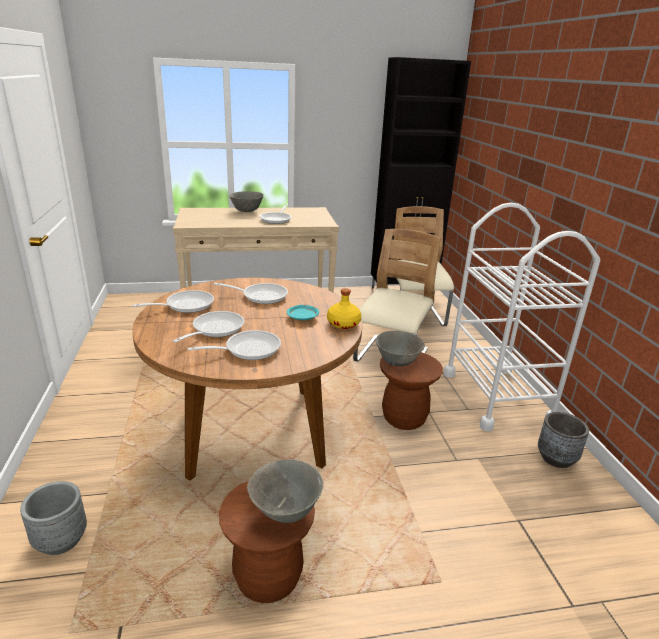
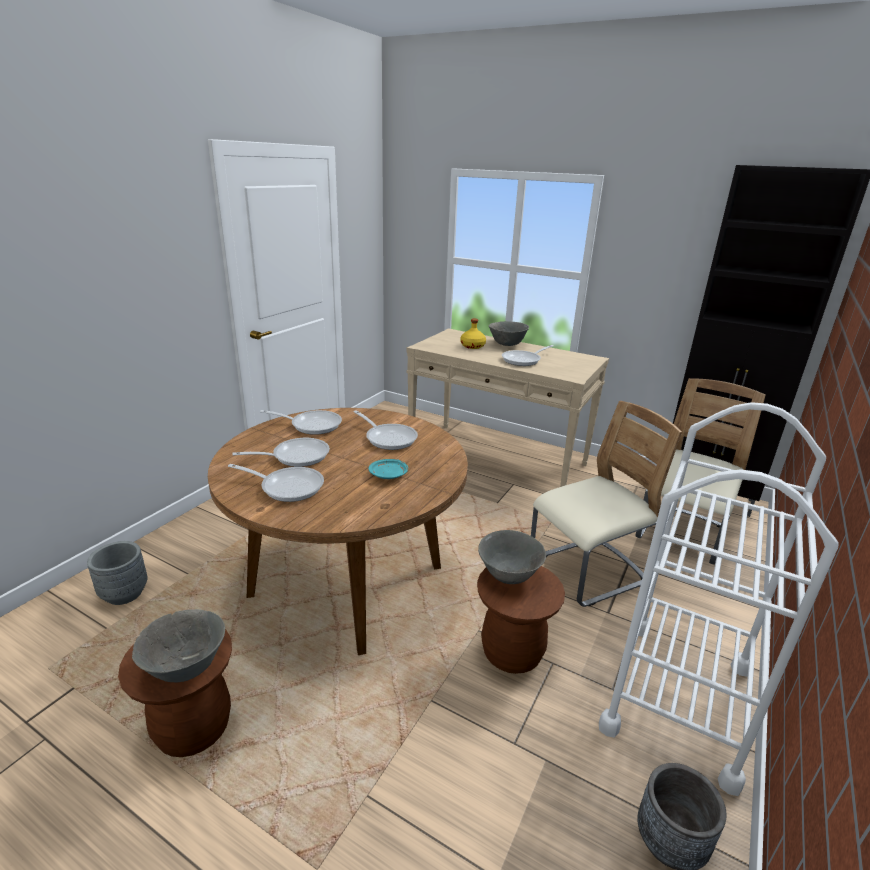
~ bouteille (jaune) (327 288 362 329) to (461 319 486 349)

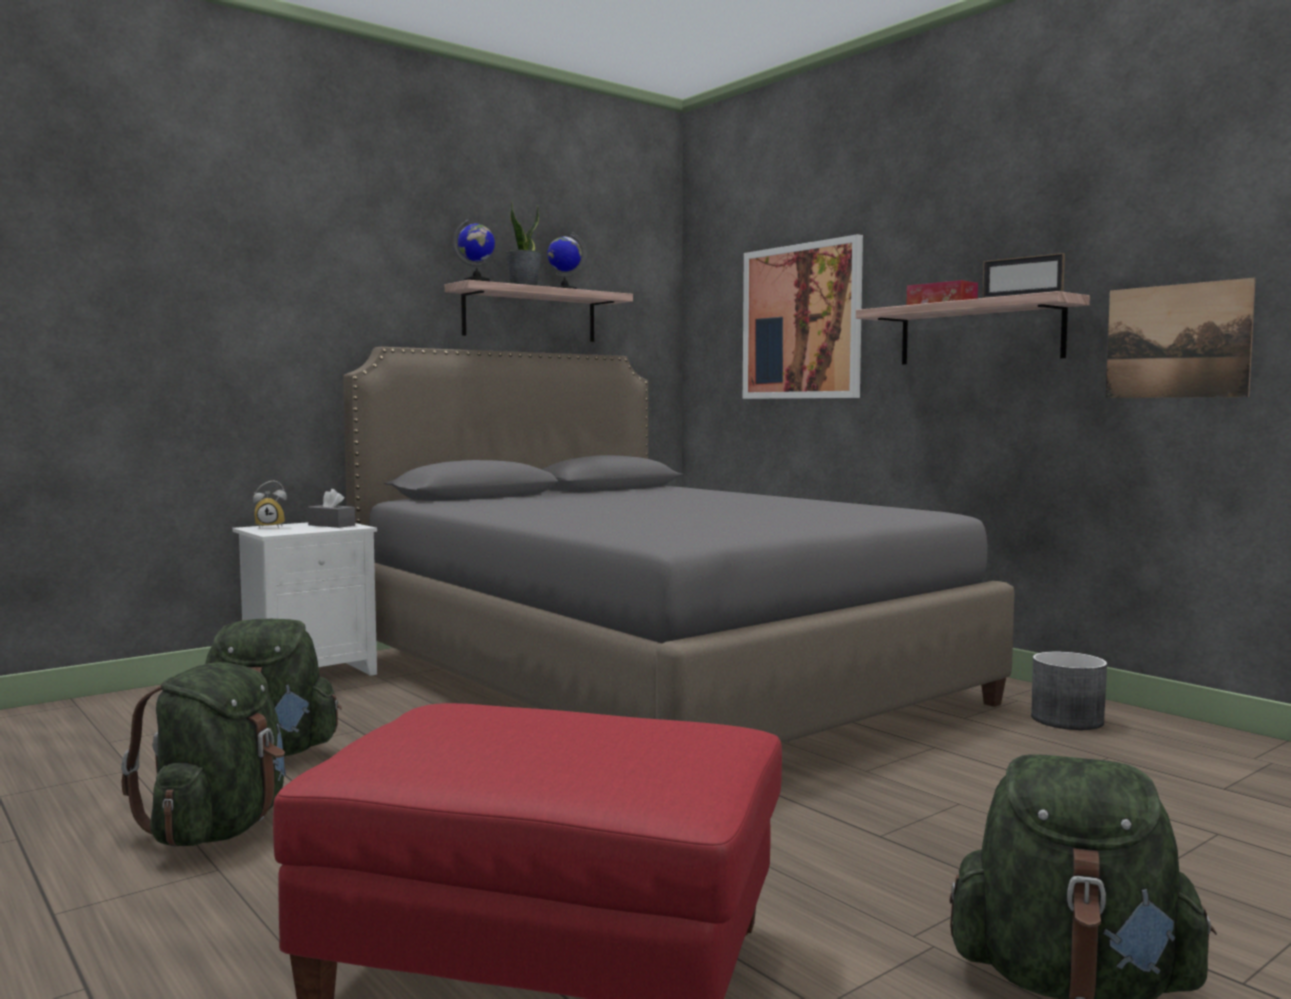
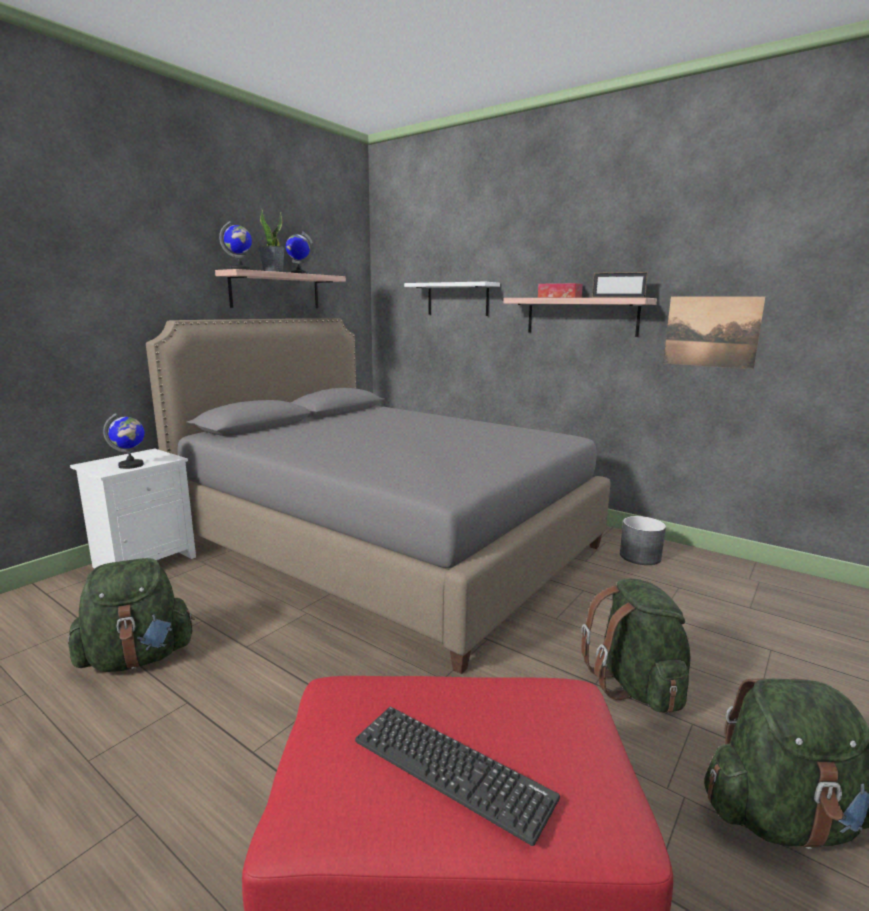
+ globe (103 413 145 469)
+ clavier (355 706 560 846)
~ tableau (743 234 863 399) to étagère (blanc) (404 282 500 316)
~ sac à dos (vert) (121 662 286 847) to (581 578 690 713)
- réveil (253 481 287 528)
- boîte à mouchoirs (gris) (308 489 355 528)

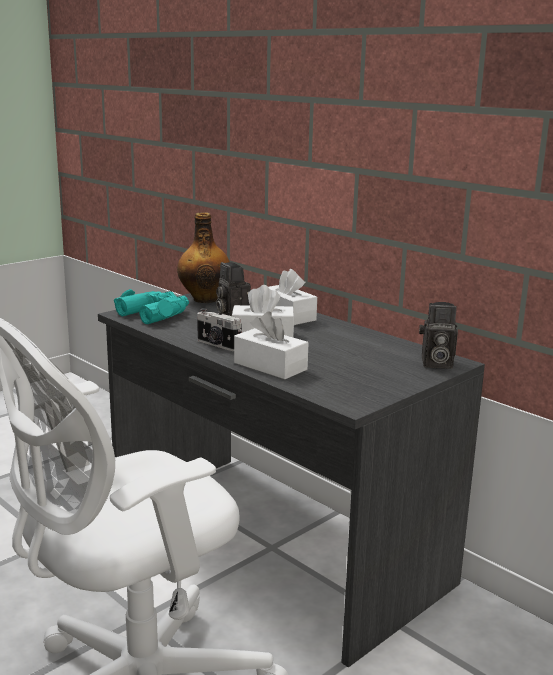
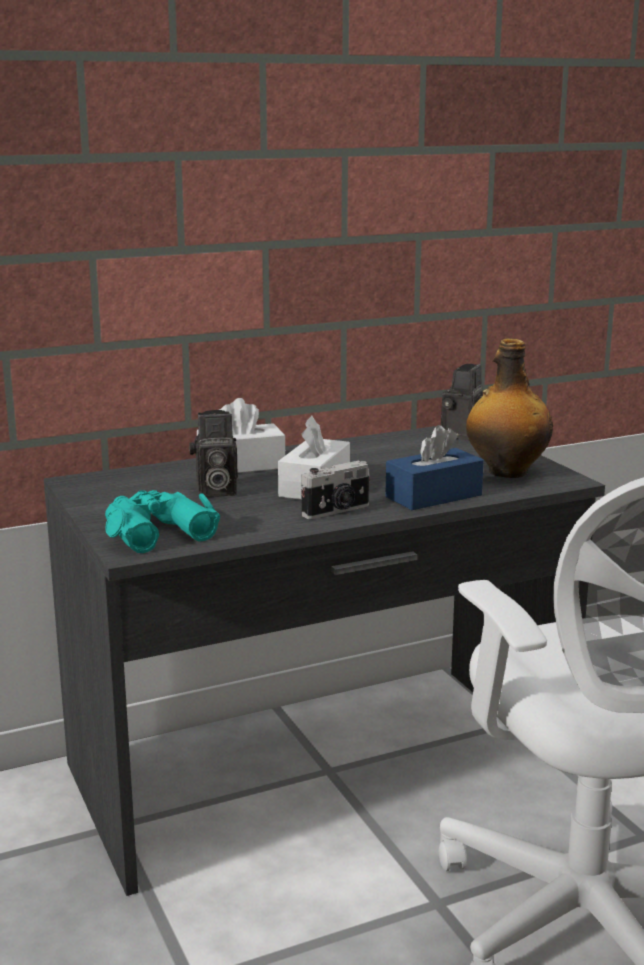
~ boîte à mouchoirs (blanc) (234 312 308 379) to boîte à mouchoirs (bleu) (385 425 484 510)
~ bouteille (177 212 230 303) to (466 338 553 478)

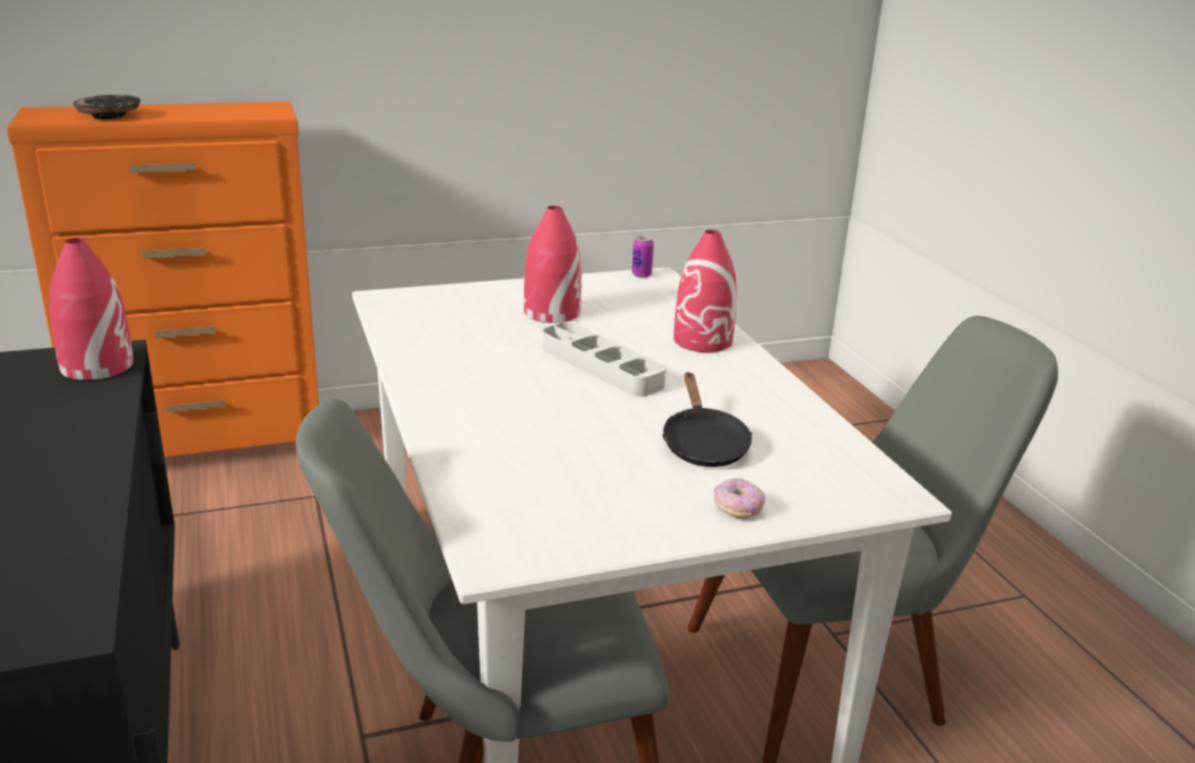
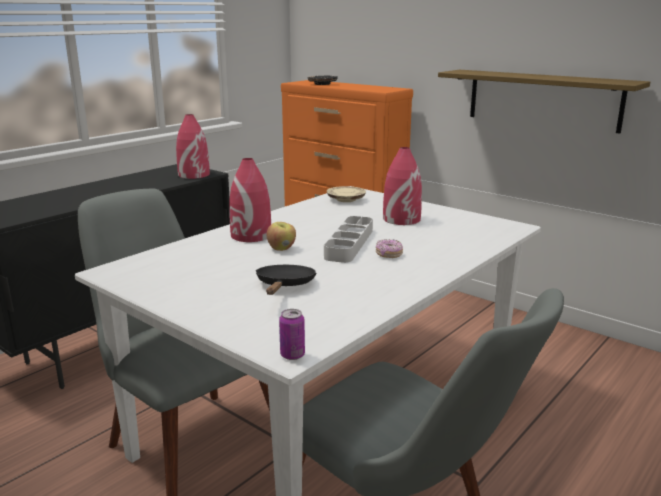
~ vase (rouge) (674 230 737 353) to (229 158 271 242)
~ poêle (noir) (662 372 752 467) = (256 265 316 295) 135 degrees clockwise
+ pomme (267 222 296 251)
~ boîte métallique (632 236 654 278) to (279 309 305 360)
+ assiette (beige) (327 186 366 202)
~ beignet (714 478 765 518) to (376 239 403 258)
+ étagère (438 70 650 134)

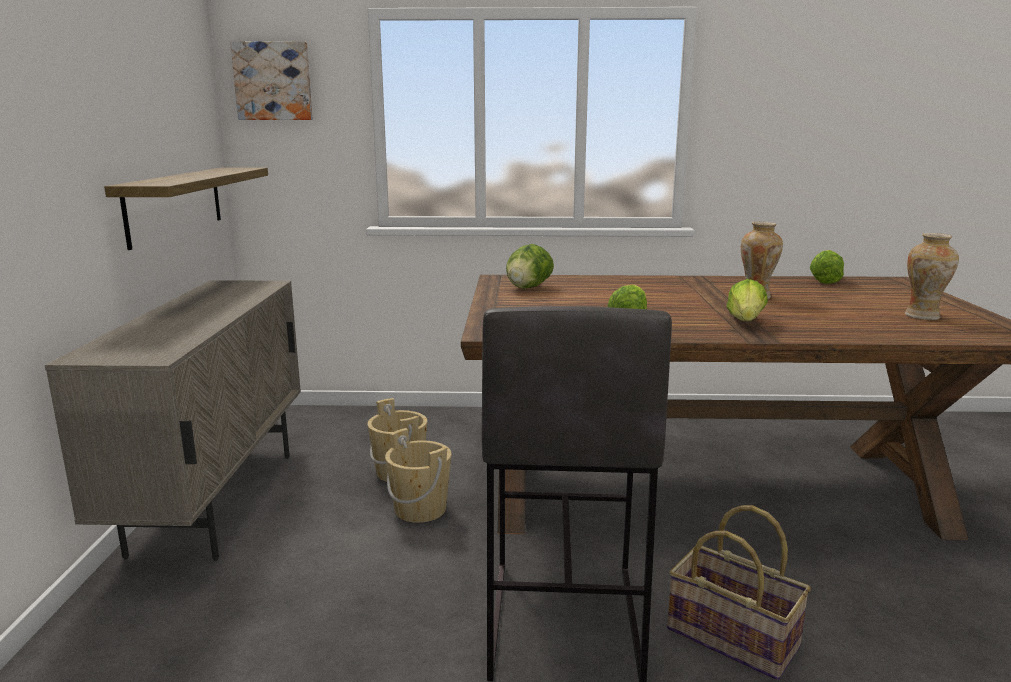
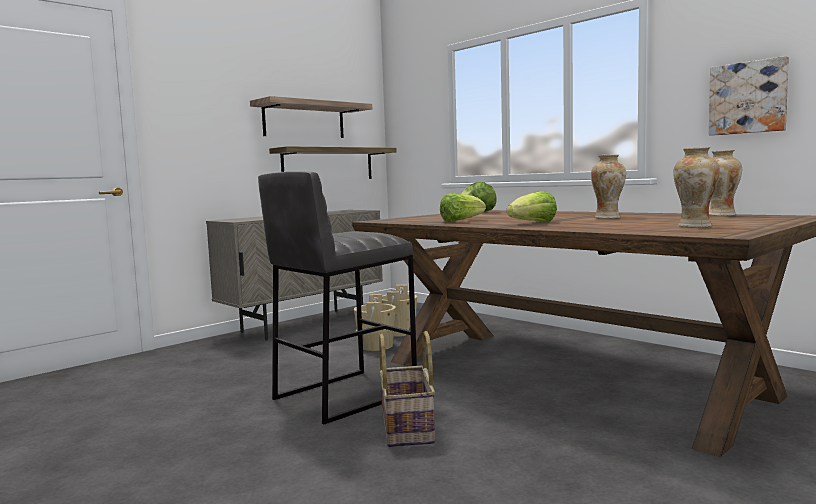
+ étagère (250 96 372 138)
~ tableau (230 41 313 120) to (709 56 789 136)
~ laitue (810 250 844 284) to vase (709 150 742 216)

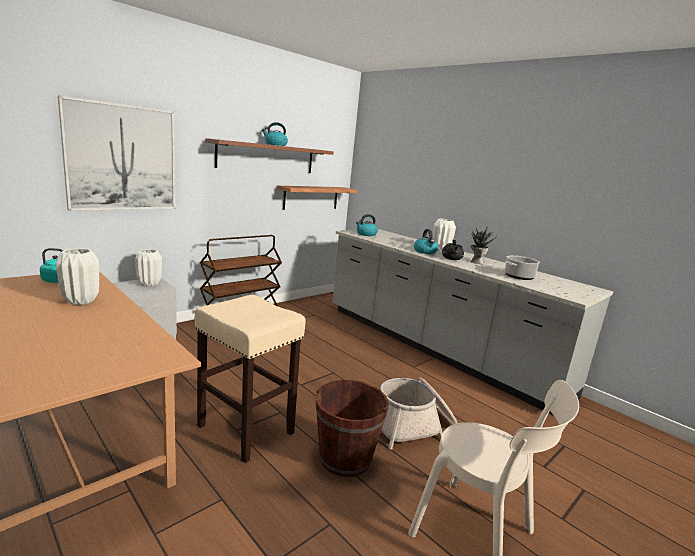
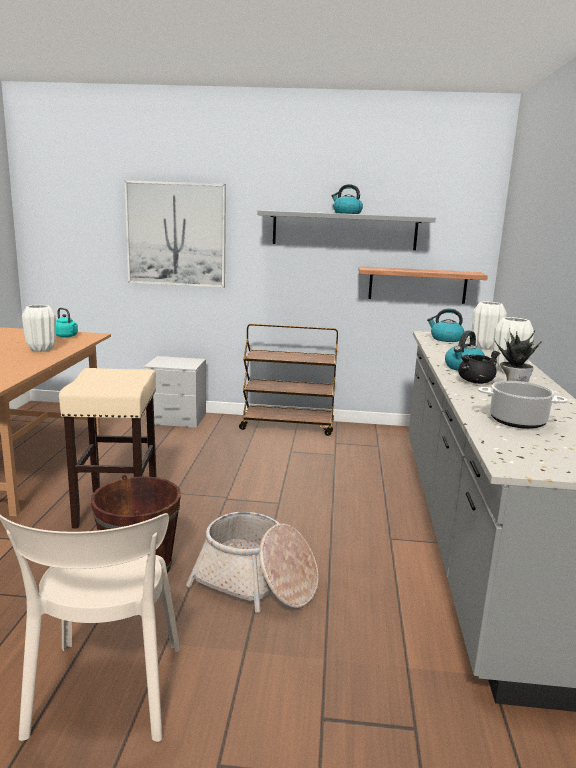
~ étagère (marron) (205 138 334 173) to étagère (gris) (257 210 436 250)
~ vase (blanc) (135 249 162 287) to (472 302 507 350)

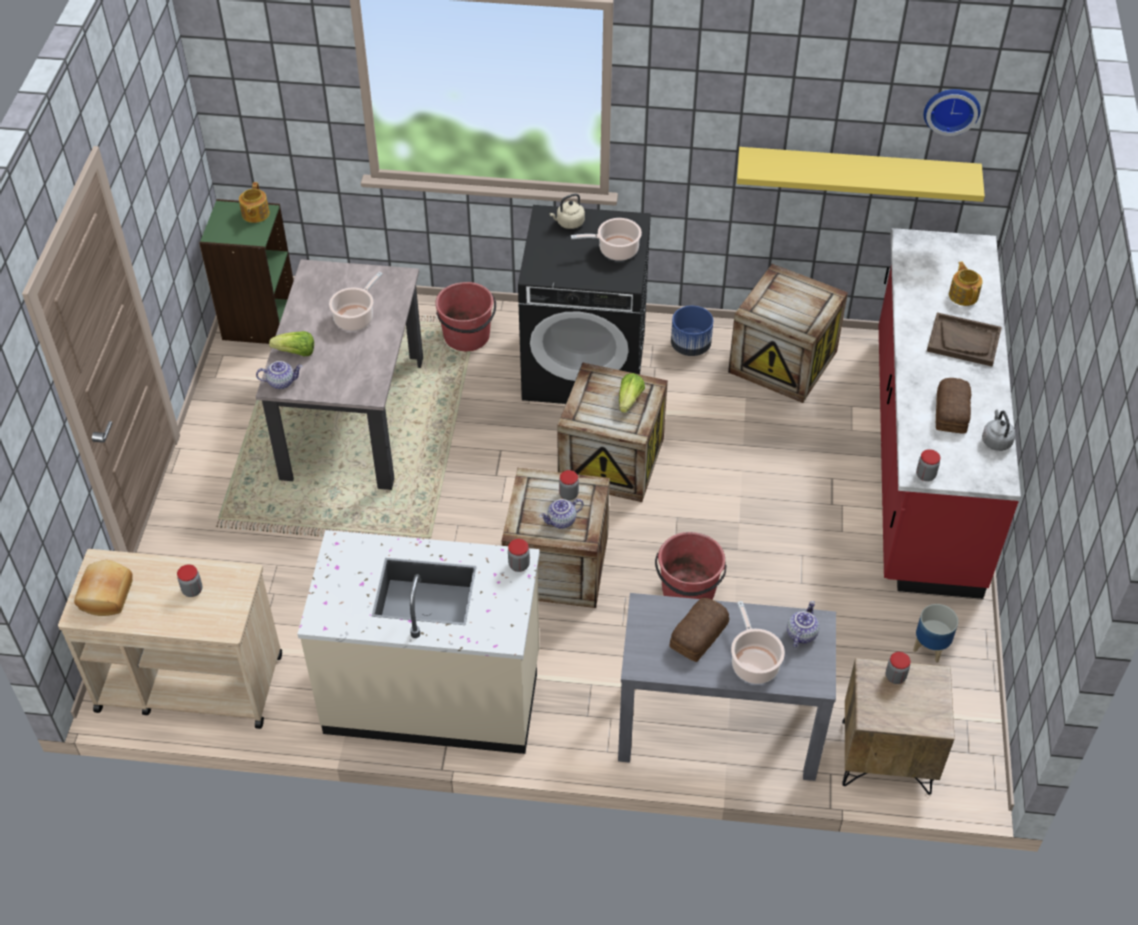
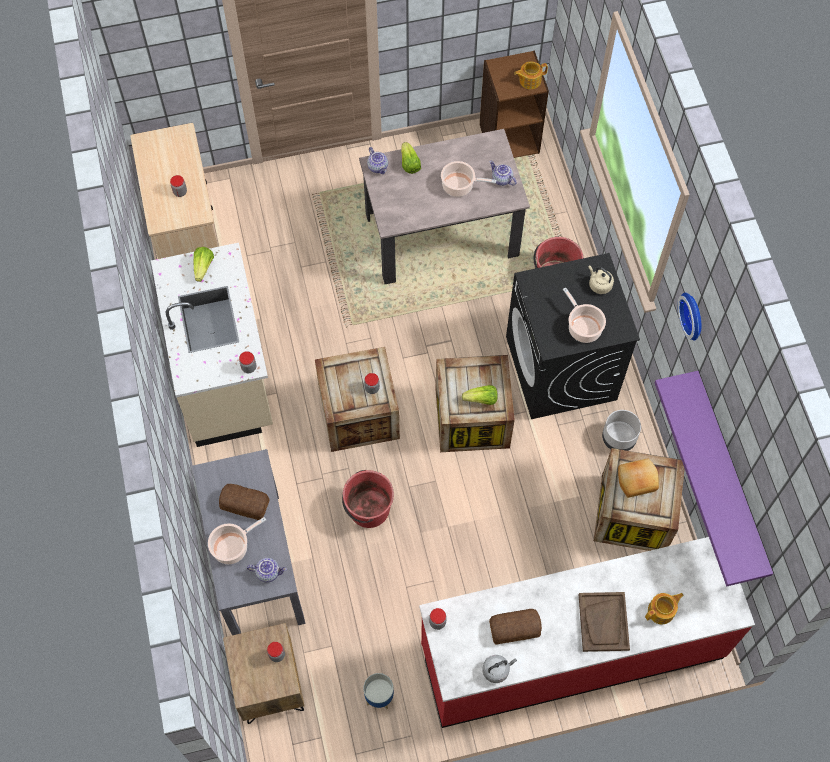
+ laitue (193 247 214 282)
~ bibliothèque (vert) (199 199 294 344) to bibliothèque (marron) (479 50 549 158)
~ théière (540 499 584 528) to (489 161 517 186)
~ cache-pot (bleu) (671 306 713 356) to cache-pot (gris) (602 410 641 451)
~ pain (74 560 133 616) to (618 459 659 498)
~ étagère (jaune) (737 147 985 202) to étagère (violet) (655 371 773 586)
~ horloge murale (924 89 981 136) to (677 293 701 341)

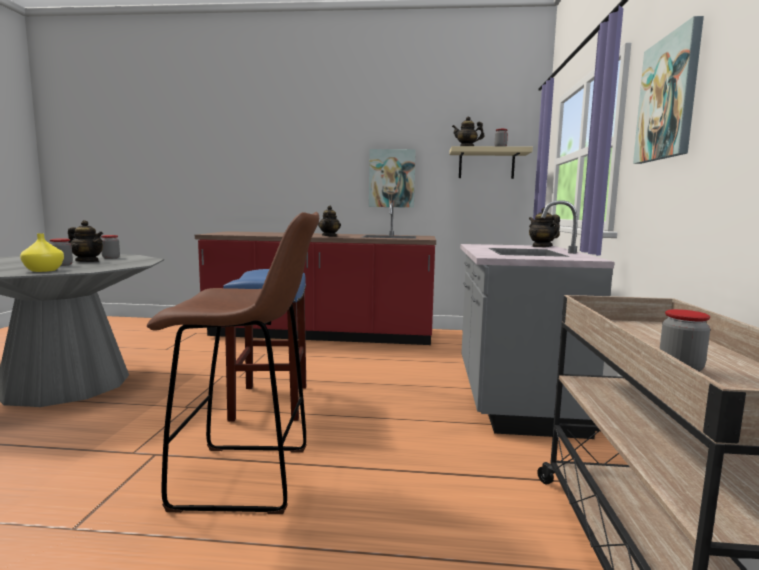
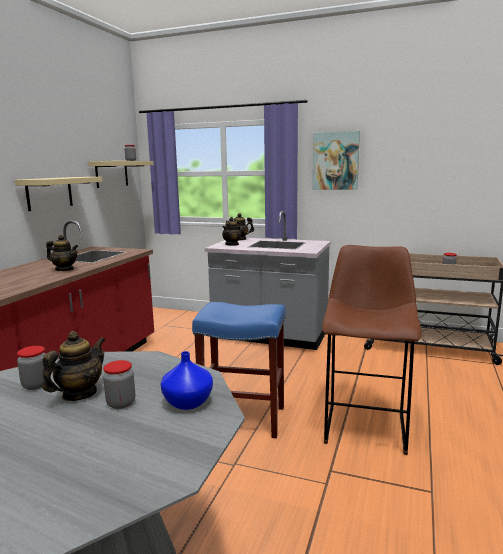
~ tableau (369 149 416 208) to étagère (beige) (15 177 102 211)
~ vase (jaune) (20 233 64 272) to vase (bleu) (161 351 213 410)
~ théière (452 117 484 146) to (222 217 241 246)

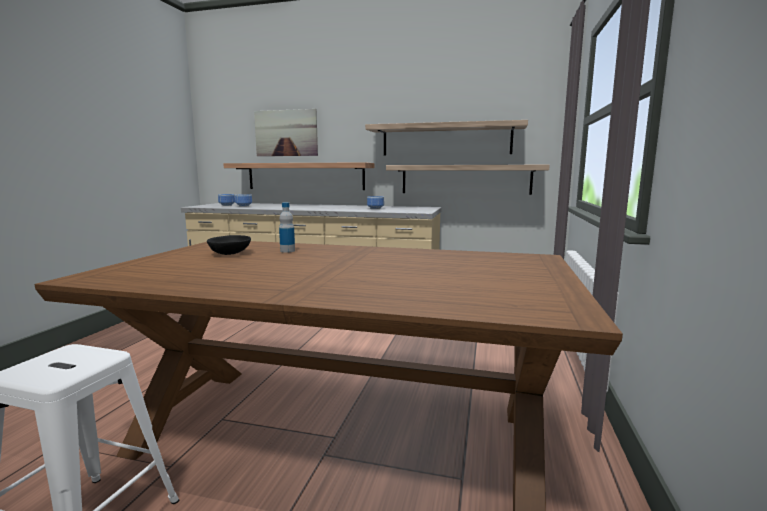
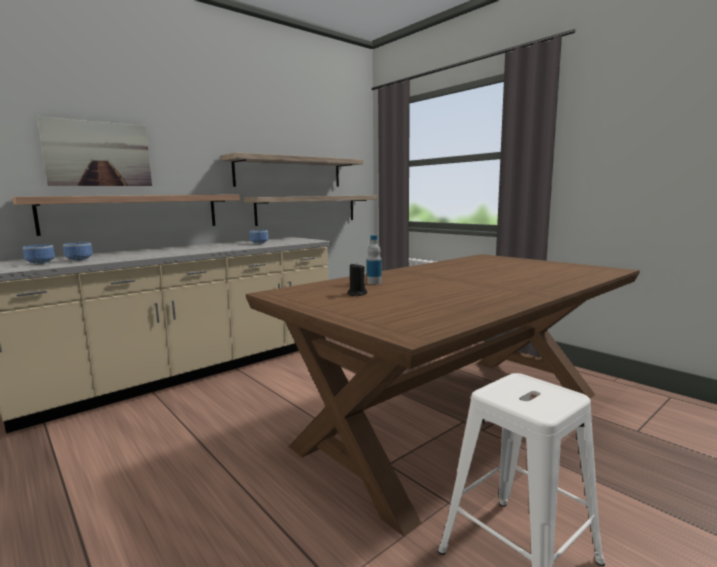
~ bol (noir) (207 235 251 255) to bougie (noir) (347 262 367 296)

